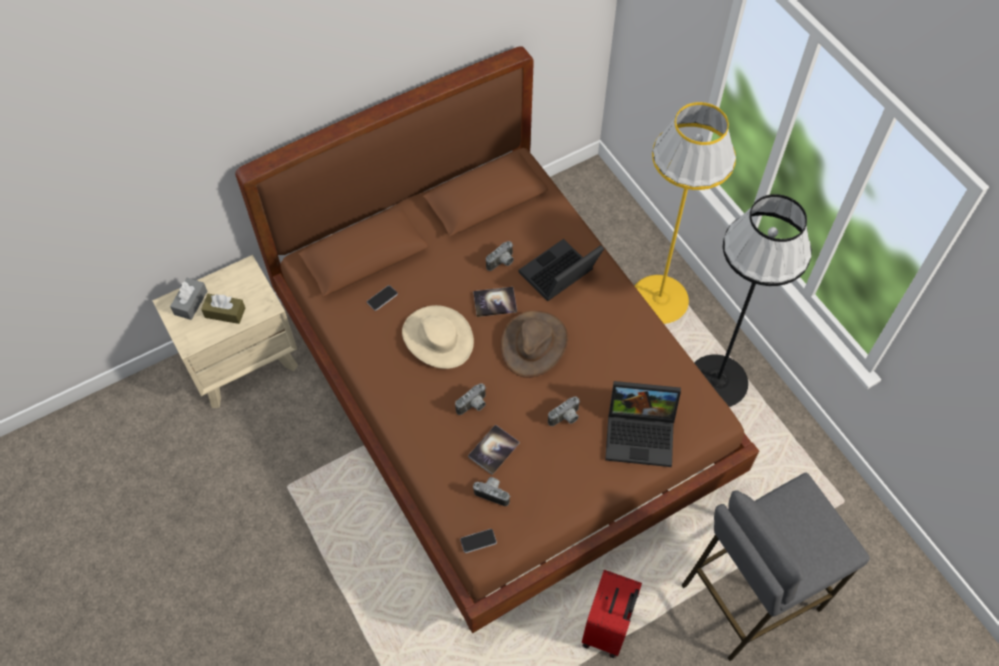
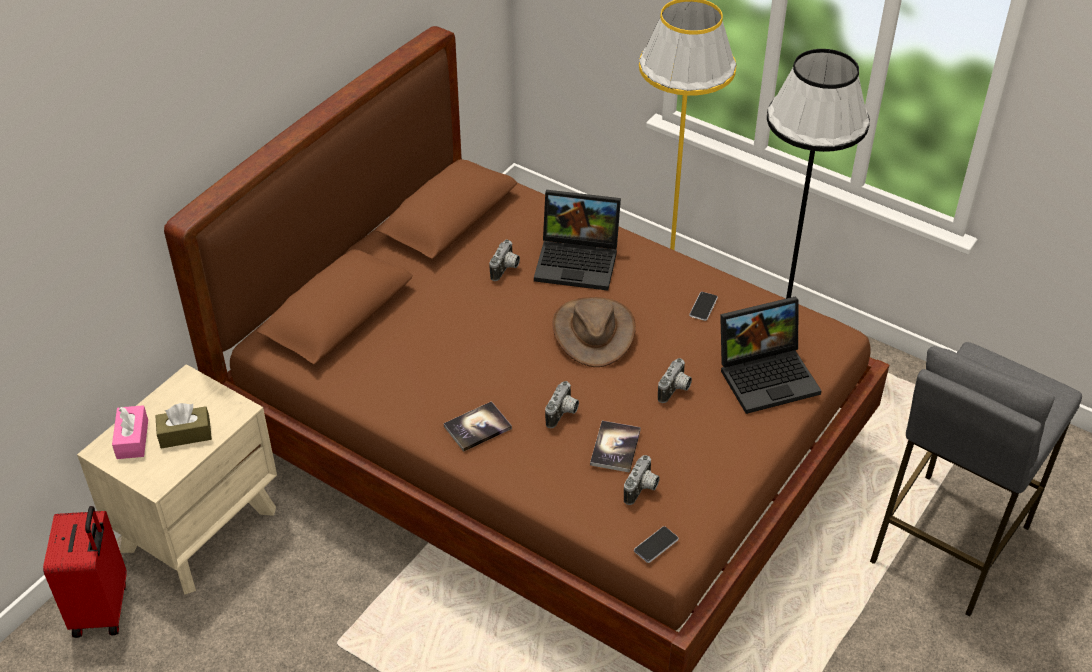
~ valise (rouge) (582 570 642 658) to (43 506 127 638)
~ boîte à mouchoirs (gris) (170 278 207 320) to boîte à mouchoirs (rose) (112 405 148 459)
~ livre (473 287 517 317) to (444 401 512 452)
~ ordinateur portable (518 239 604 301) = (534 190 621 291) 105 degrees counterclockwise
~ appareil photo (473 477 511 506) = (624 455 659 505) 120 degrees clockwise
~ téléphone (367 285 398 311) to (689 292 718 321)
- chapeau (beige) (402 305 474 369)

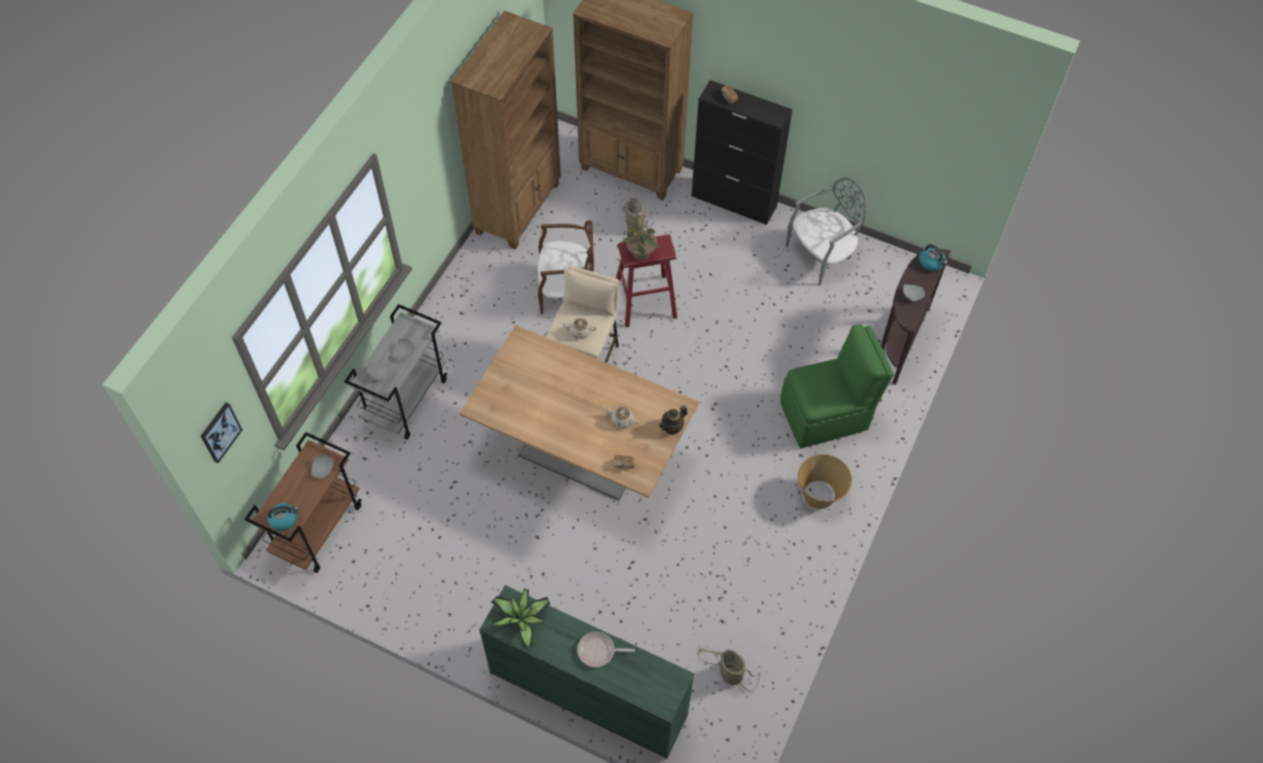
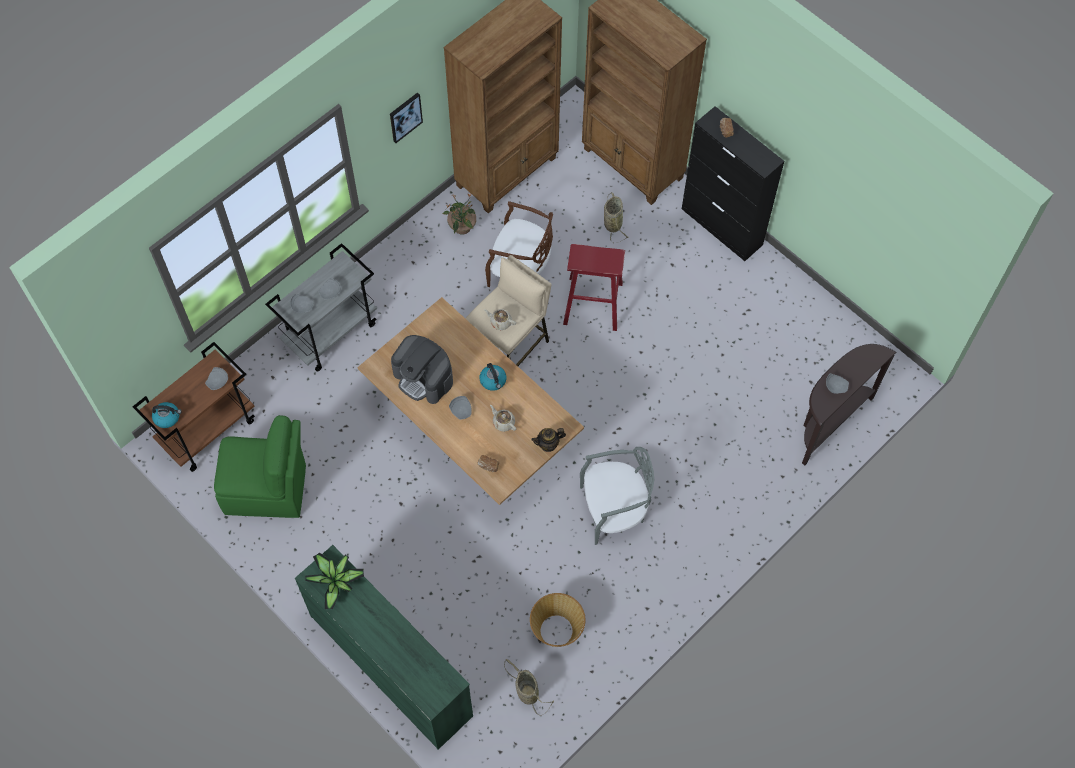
~ chaise (vert) (780 324 894 448) to (214 415 306 518)
~ tableau (201 402 242 463) to (390 92 423 143)
+ machine à café (391 335 453 404)
~ plante en pot (622 213 659 260) to (443 193 476 234)
+ assiette (gris) (449 396 472 420)
~ bouilloire (919 244 948 271) to (480 363 506 391)
~ panier (798 454 852 509) to (530 593 586 647)
~ chaise (gris) (785 177 867 286) to (580 447 654 545)
- poêle (577 632 635 668)

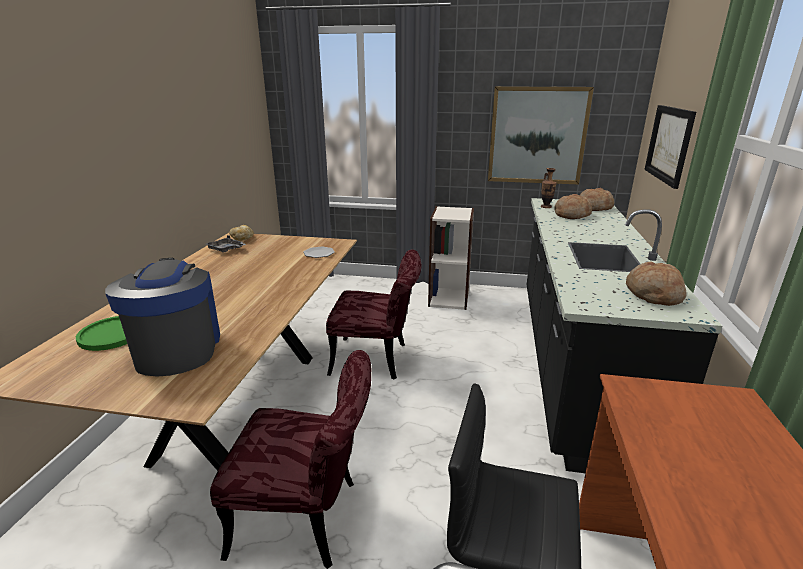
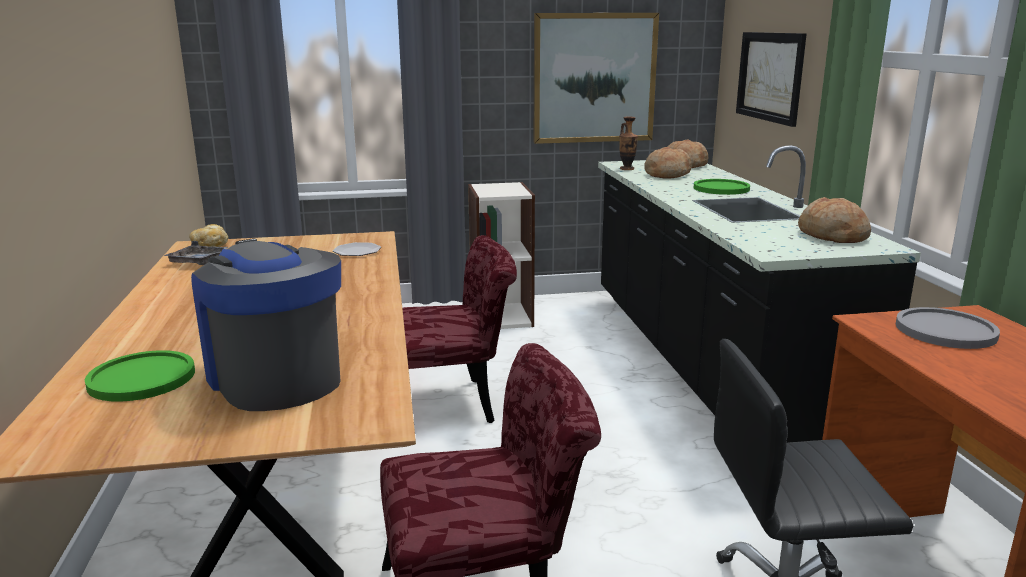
+ assiette (vert) (694 179 750 195)
+ assiette (gris) (896 307 1000 349)

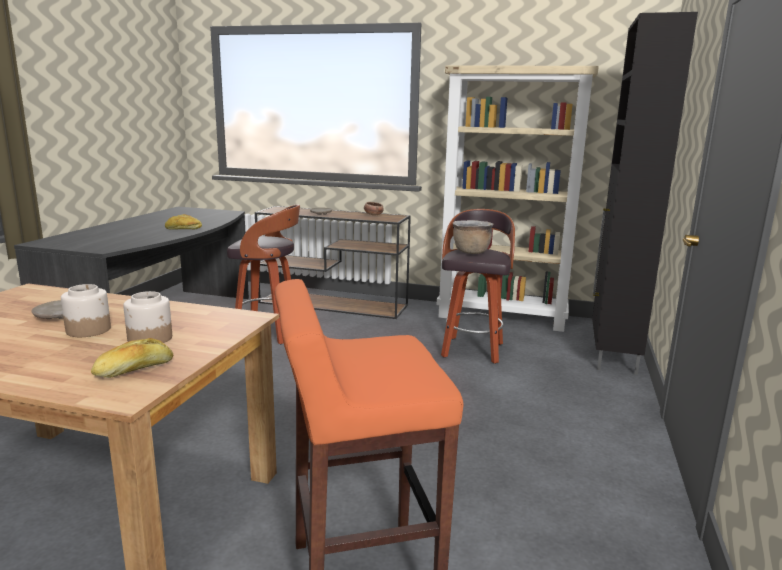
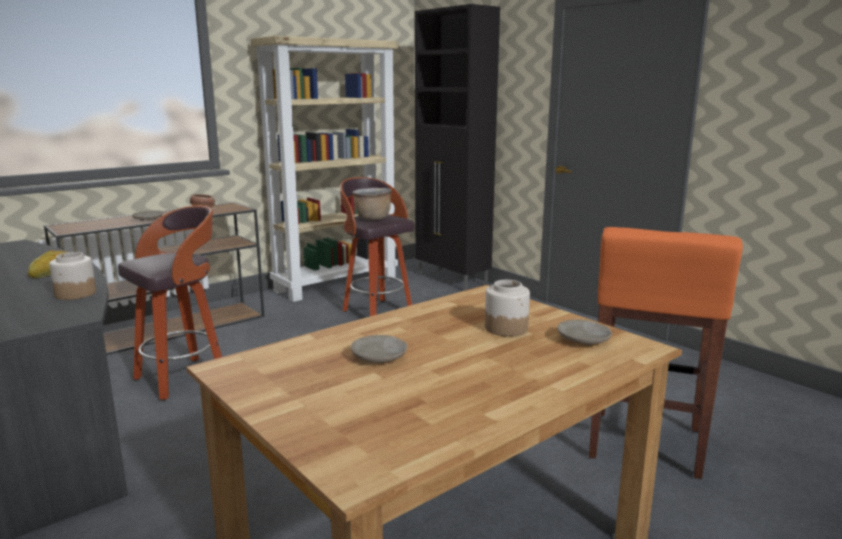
~ bocal (61 284 111 337) to (49 252 96 300)
~ pain (91 338 173 378) to assiette (beige) (557 320 612 345)

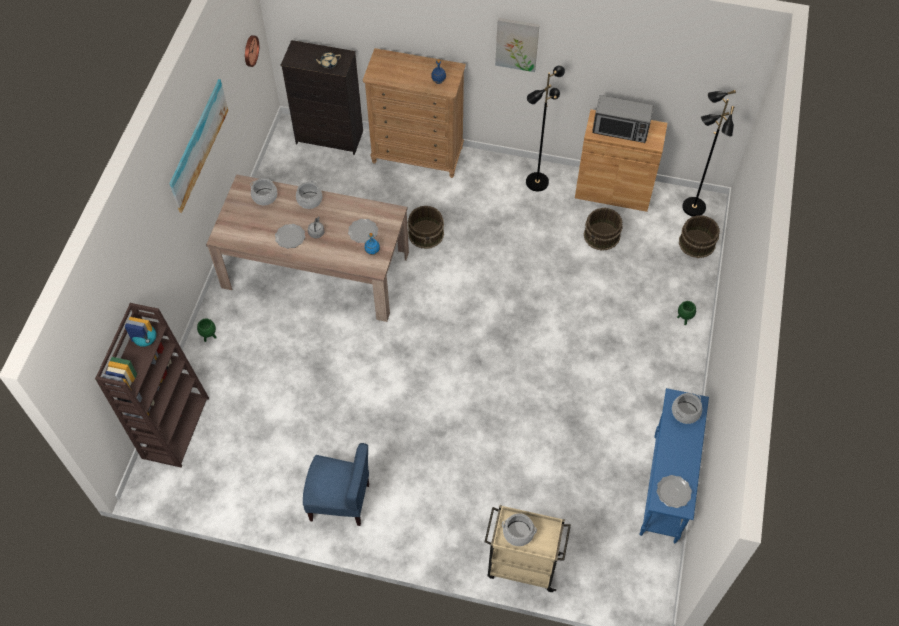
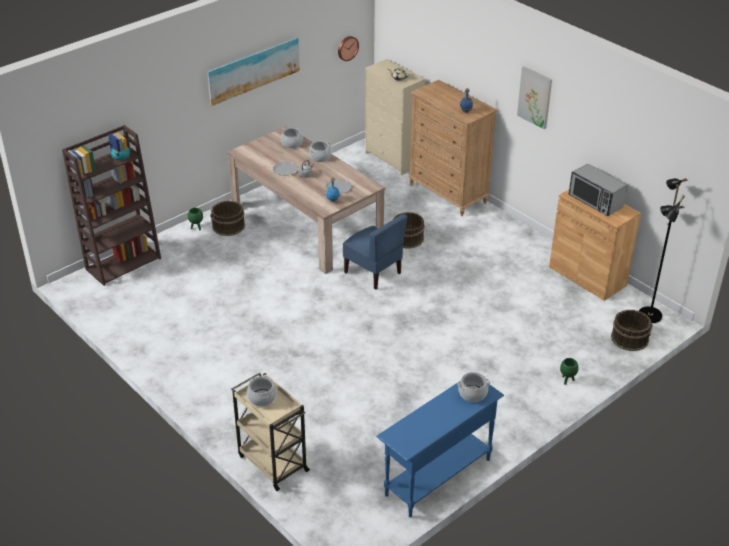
~ seau (marron) (584 208 623 251) to (210 200 245 236)
~ chaise (bleu) (303 443 369 526) to (343 214 407 290)
~ commode (noir) (281 40 363 155) to commode (beige) (365 59 426 175)
- lampadaire (noir) (526 66 565 191)
- assiette (656 475 692 508)

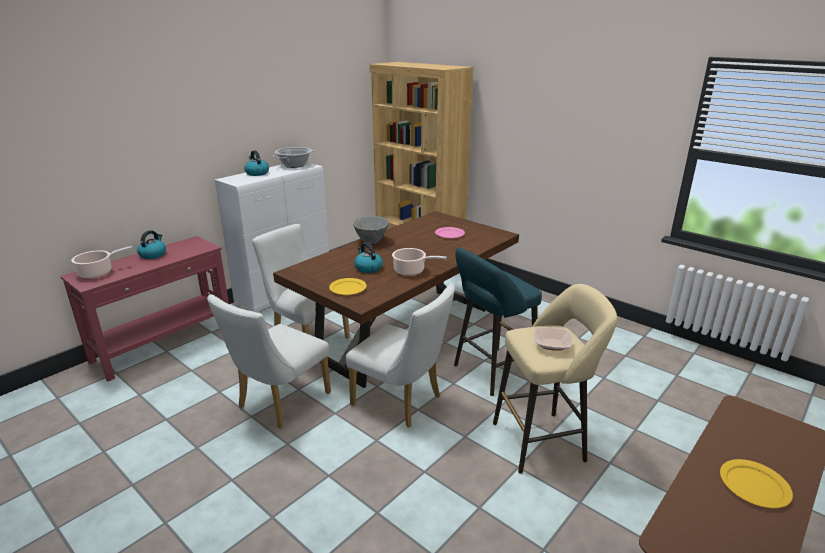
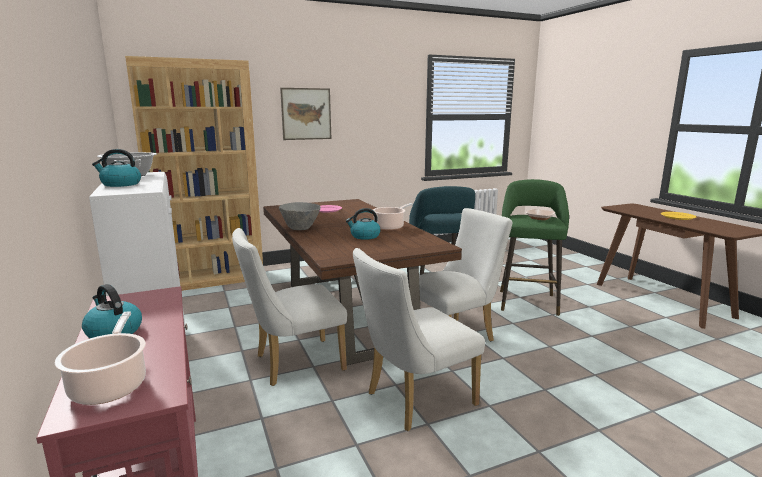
+ tableau (280 88 331 140)
~ chaise (blanc) (207 294 331 428) = (353 248 485 431) 90 degrees clockwise
~ tabouret (beige) (493 284 617 474) to tabouret (vert) (500 179 569 316)
- assiette (jaune) (329 278 367 295)

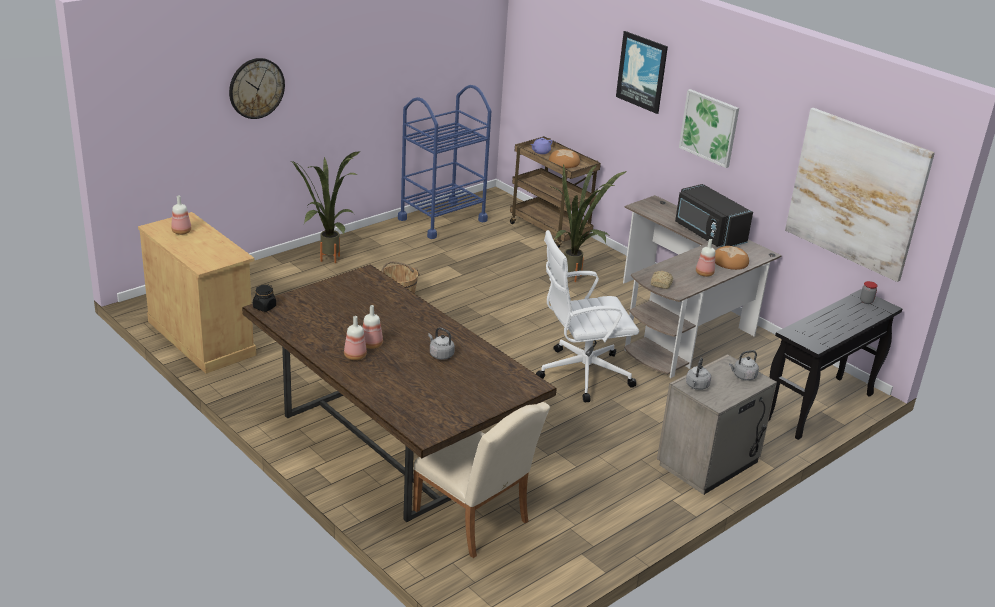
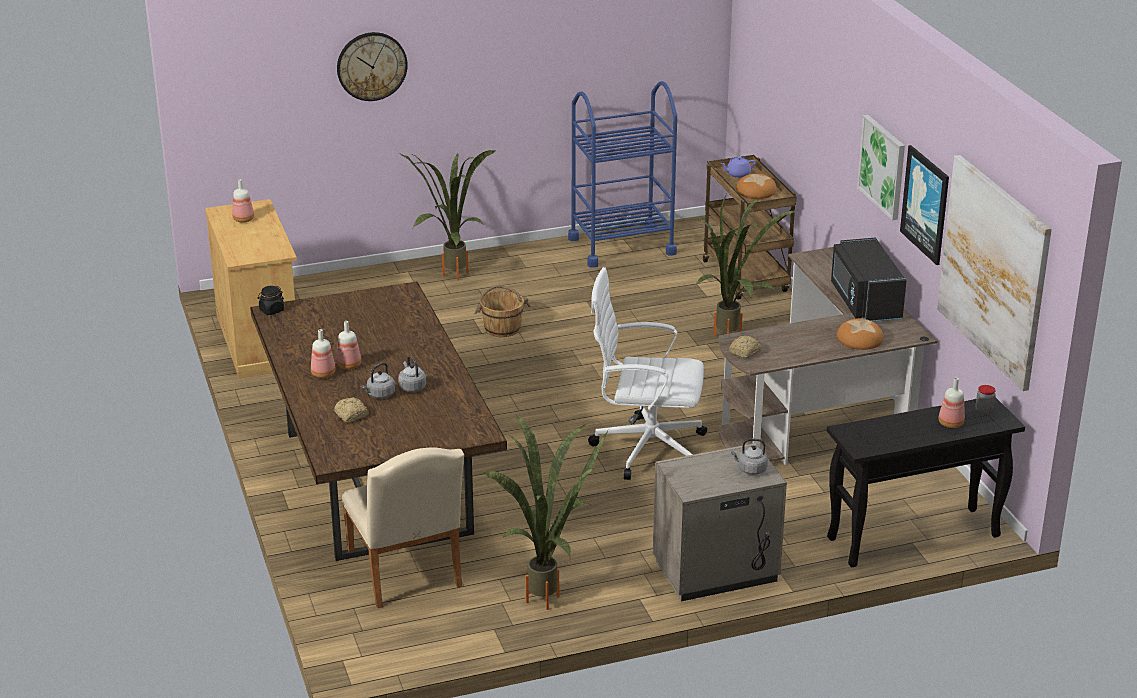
+ pain (334 397 369 423)
~ bouilloire (gris) (686 358 711 390) to (362 362 395 399)
+ plante en pot (484 414 608 610)
~ tableau (616 31 668 114) to (900 145 949 265)
~ bouteille (696 239 715 277) to (939 378 965 428)

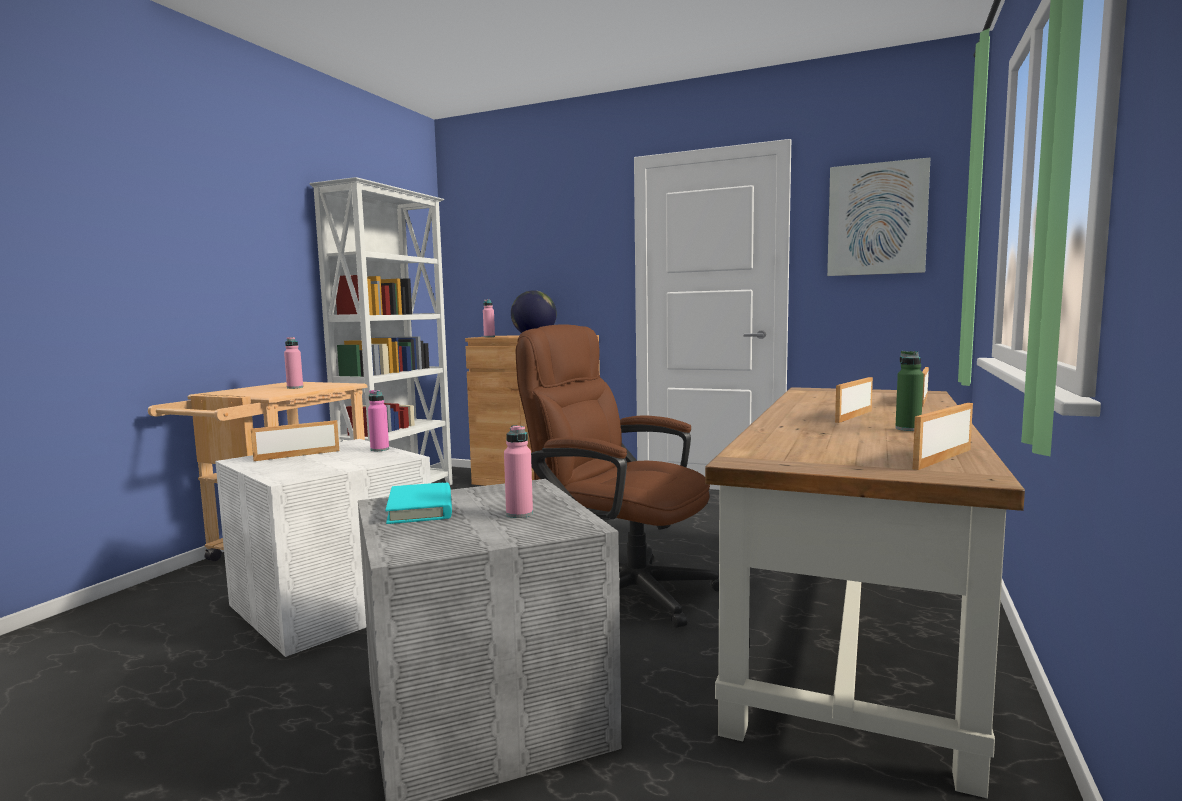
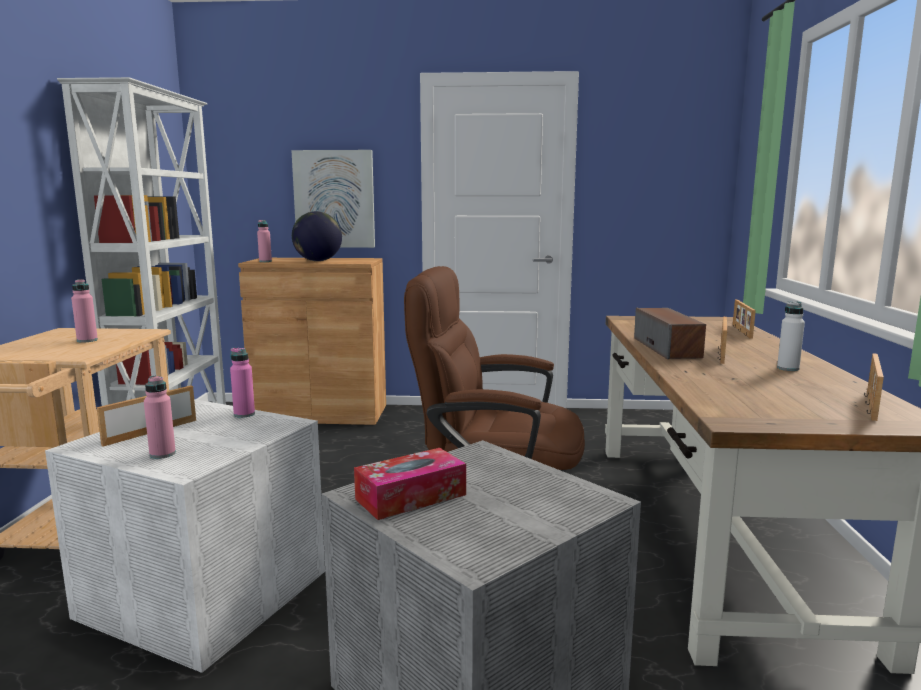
~ bouteille (rose) (504 425 533 518) to (144 376 176 459)
~ tableau (827 157 931 276) to (291 150 375 248)
~ livre (turquoise) (385 483 452 524) to boîte à mouchoirs (354 448 466 520)
+ enceinte (634 308 706 359)
~ bouteille (vert) (895 351 924 431) to bouteille (blanc) (777 301 805 371)

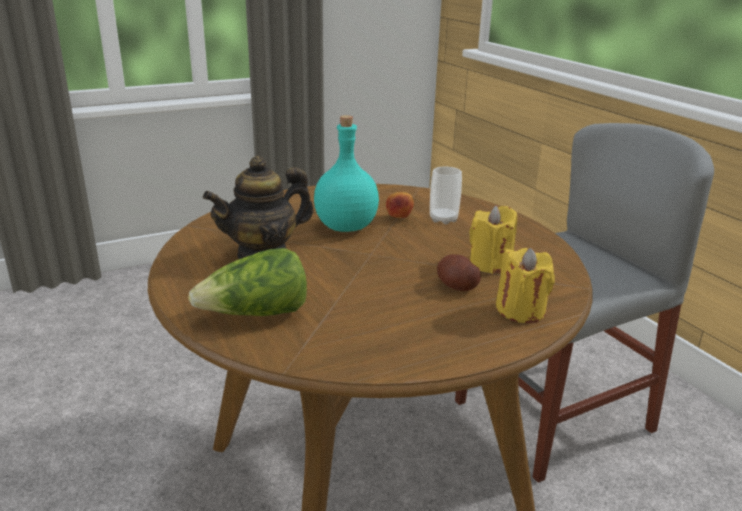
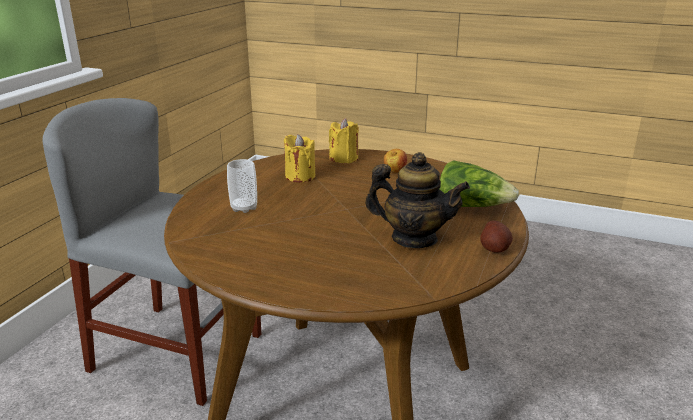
~ pomme (386 192 414 219) to (384 149 407 173)
~ pomme de terre (437 254 481 291) to (481 221 513 253)
- bouteille (turquoise) (314 115 379 232)

